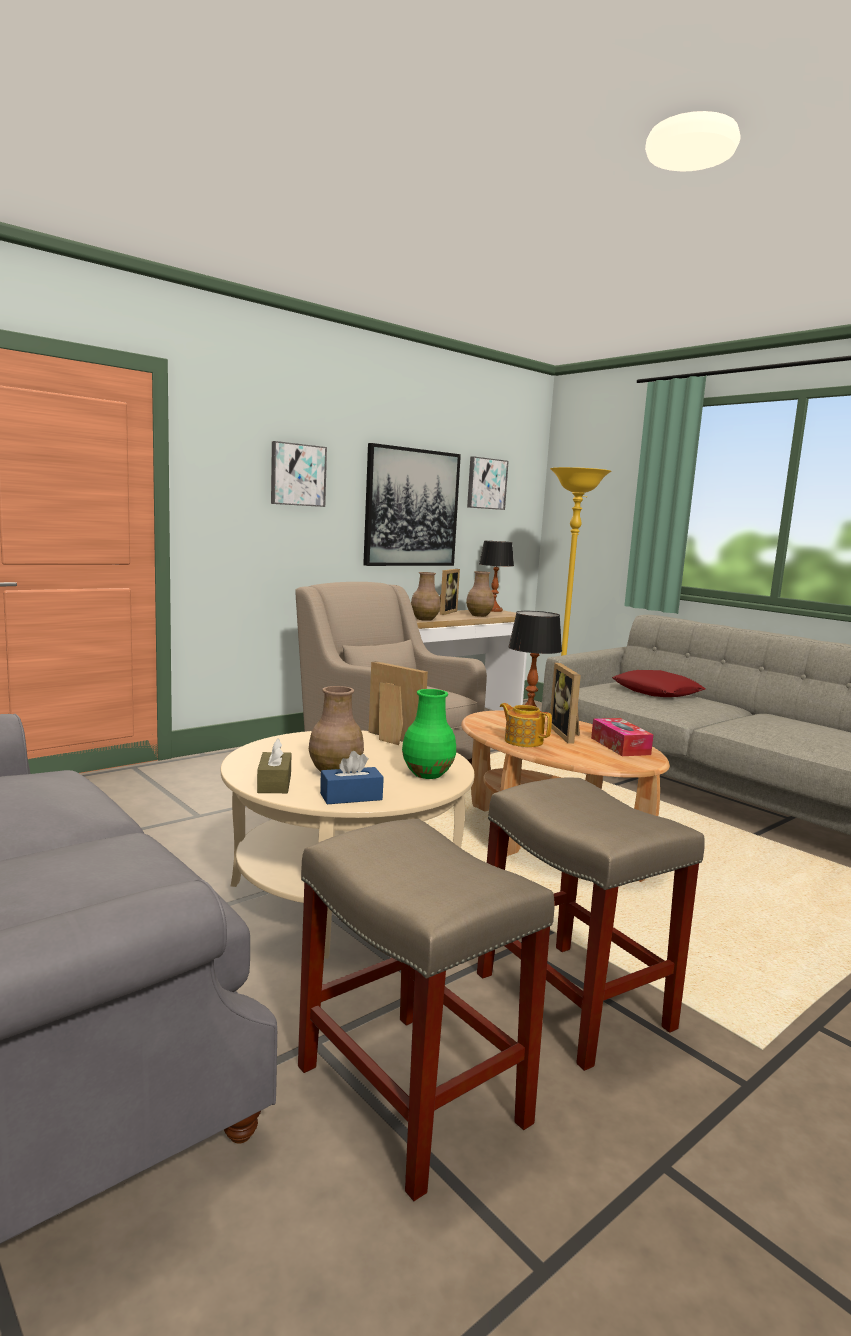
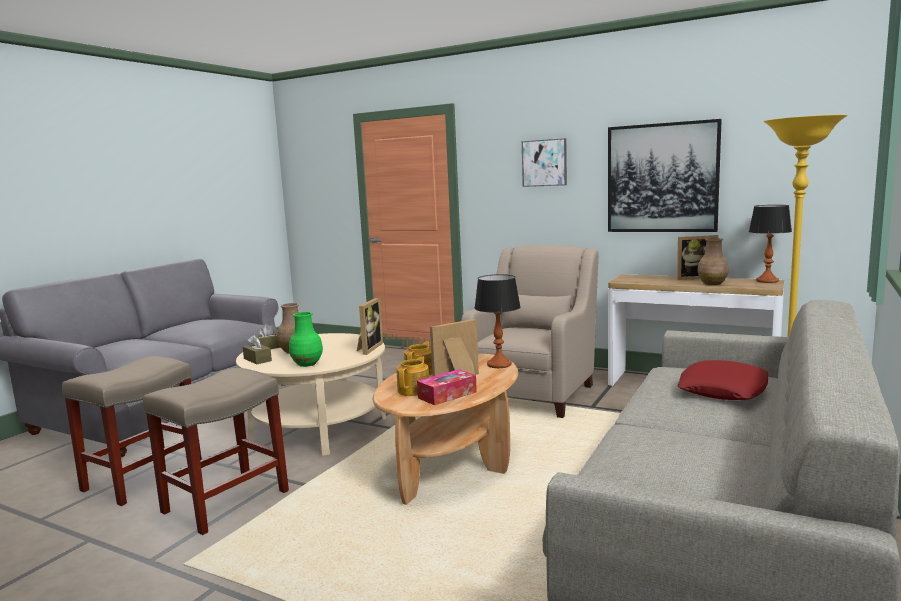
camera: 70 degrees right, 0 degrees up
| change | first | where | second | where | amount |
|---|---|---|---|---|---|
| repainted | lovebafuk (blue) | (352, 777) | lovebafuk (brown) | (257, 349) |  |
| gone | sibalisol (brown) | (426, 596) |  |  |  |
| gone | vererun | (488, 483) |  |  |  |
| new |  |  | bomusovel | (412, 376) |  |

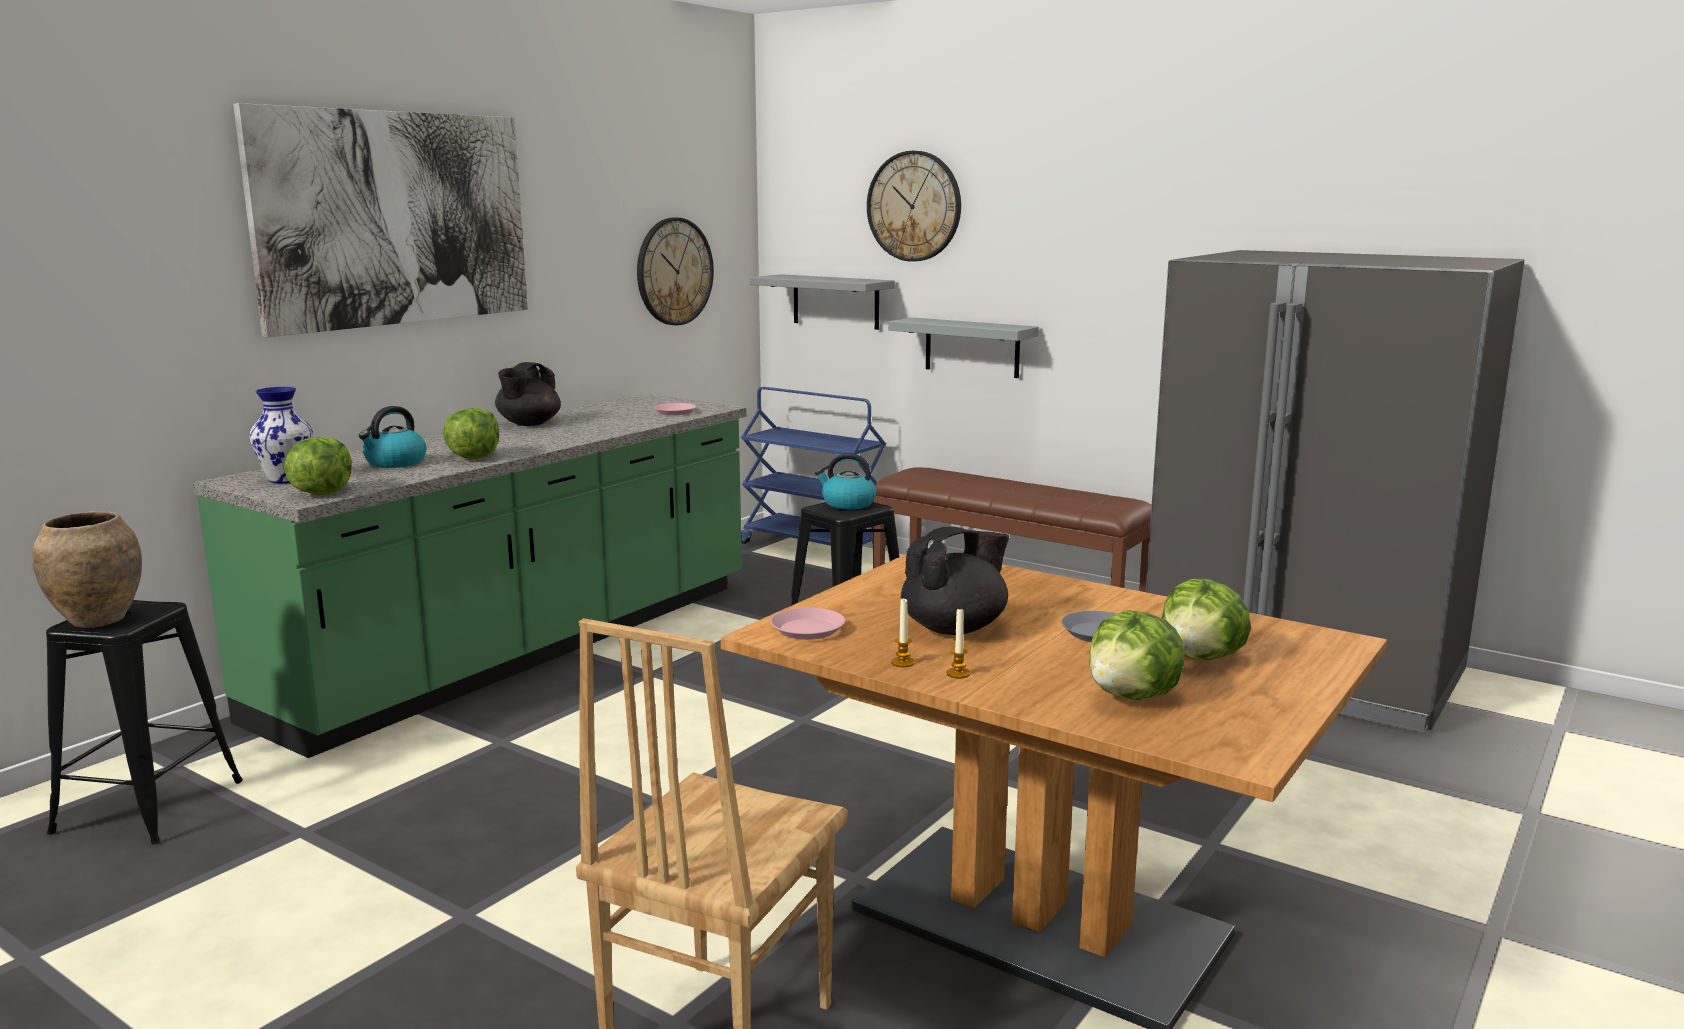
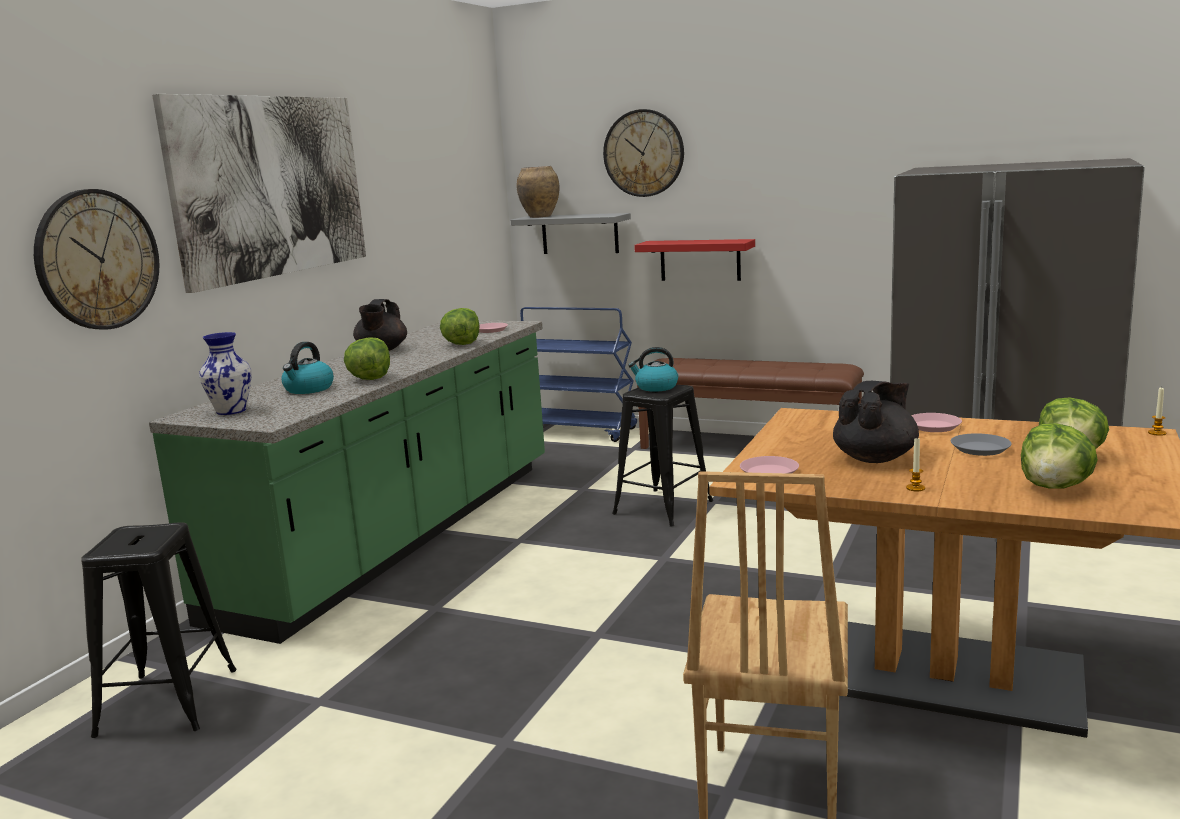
camera: 10 degrees left, 0 degrees up
| change | first | where | second | where | amount |
|---|---|---|---|---|---|
| shifted | sibalisol (brown) | (87, 569) |  | (538, 192) |  |
| shifted | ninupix | (318, 466) |  | (459, 326) |  |
| shifted | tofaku | (675, 271) |  | (96, 259) |  |
| repainted | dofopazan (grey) | (963, 347) | dofopazan (red) | (694, 260) |  |
| shifted | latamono | (903, 633) |  | (1157, 411) |  |
| new |  |  | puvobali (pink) | (937, 422) |  |

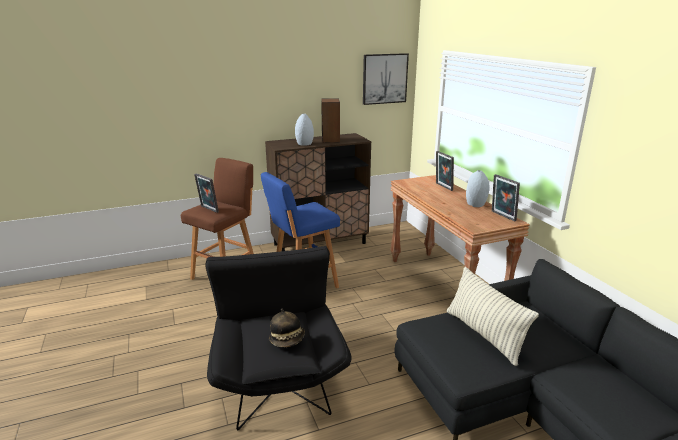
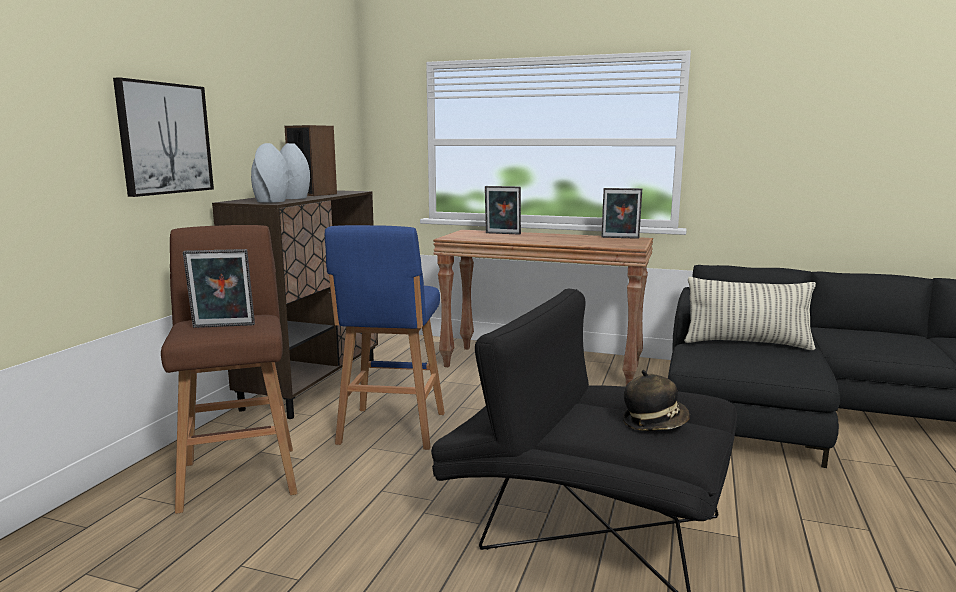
camera: 50 degrees left, 10 degrees down
| change | first | where | second | where | amount |
|---|---|---|---|---|---|
| shifted | vererun | (386, 79) |  | (163, 137) |  |
| shifted | sibalisol (grey) | (478, 188) |  | (270, 173) |  |

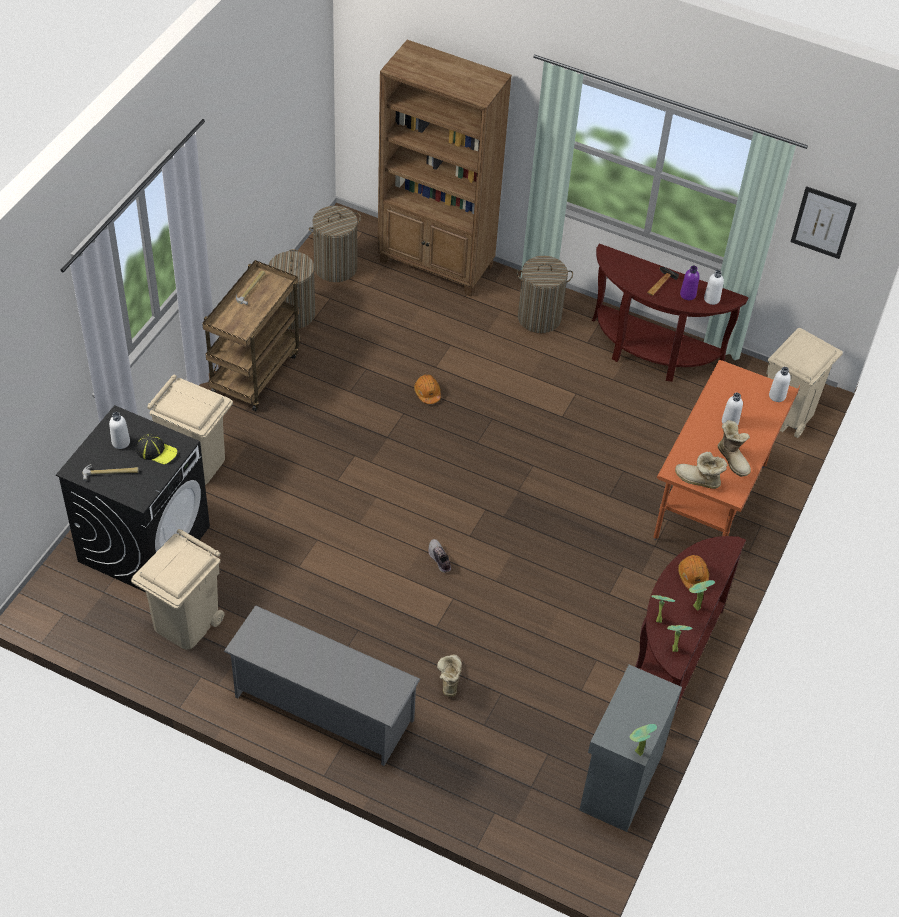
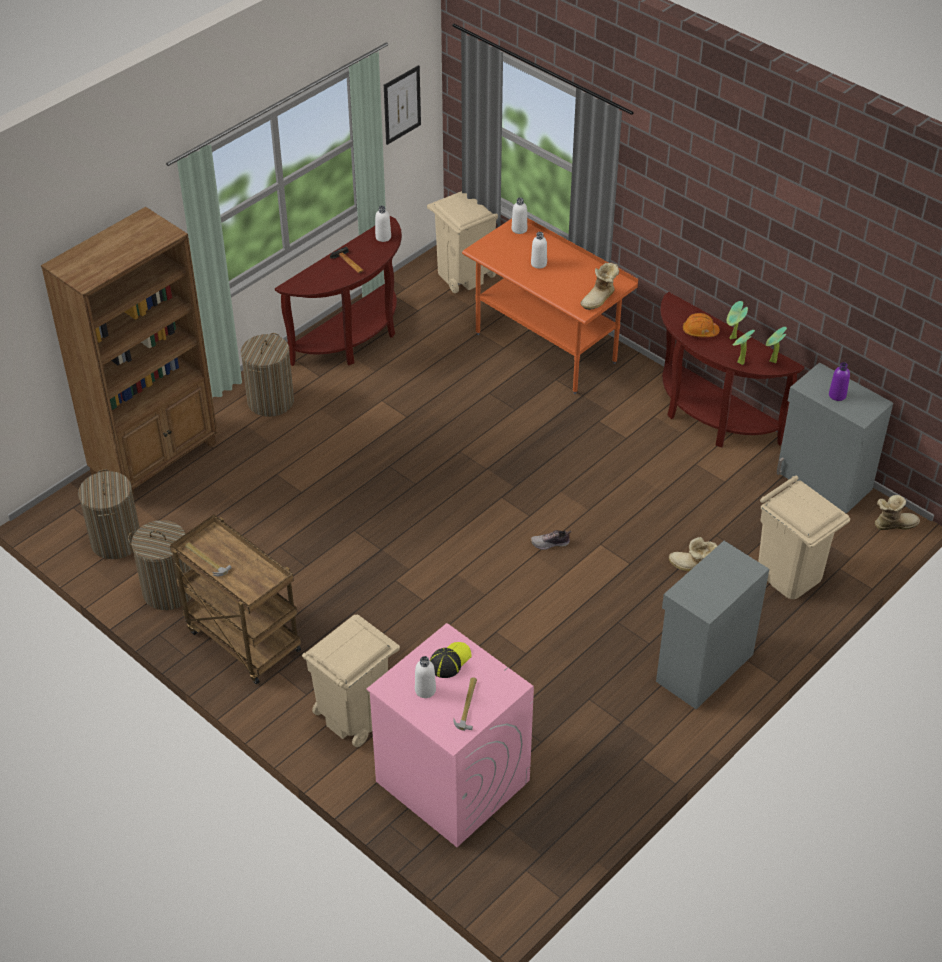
camera: 70 degrees left, 5 degrees down
| change | first | where | second | where | amount |
|---|---|---|---|---|---|
| repainted | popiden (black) | (133, 498) | popiden (pink) | (450, 735) |  |
| shifted | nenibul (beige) | (178, 589) |  | (804, 537) |  |
| swapped | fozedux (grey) | (322, 685) | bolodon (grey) | (712, 625) |  |
| gone | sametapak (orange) | (427, 389) |  |  |  |
| gone | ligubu | (643, 740) |  |  |  |
| shifted | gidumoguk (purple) | (690, 282) |  | (839, 381) |  |
| shifted | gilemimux | (734, 448) |  | (897, 512) |  |

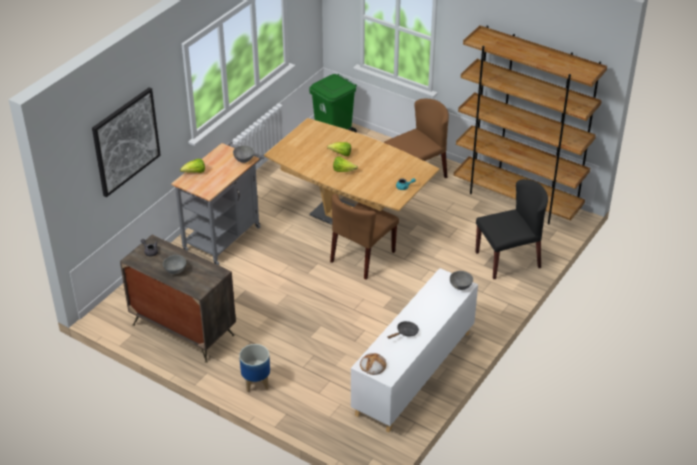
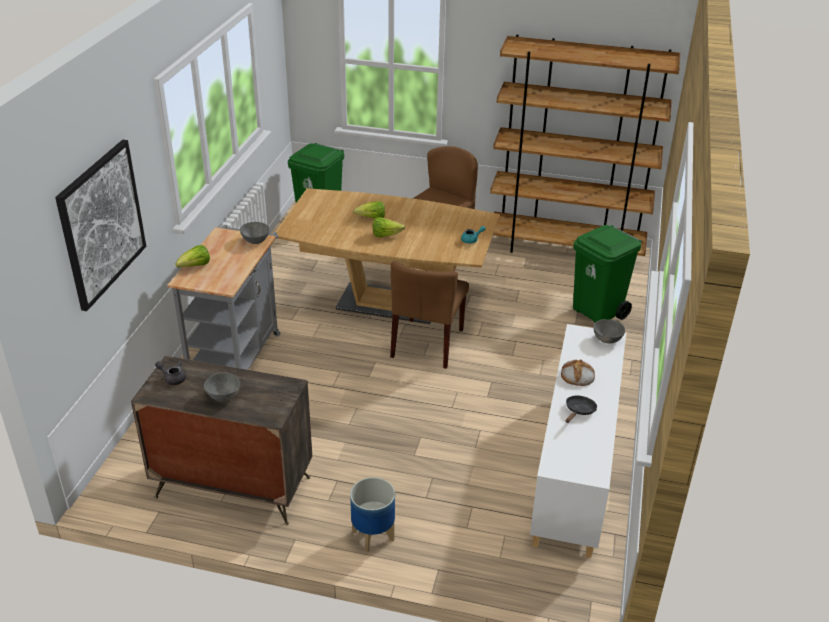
camera: 20 degrees left, 5 degrees down
| change | first | where | second | where | amount |
|---|---|---|---|---|---|
| shifted | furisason | (373, 364) |  | (578, 373) |  |
| swapped | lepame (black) | (511, 229) | nenibul (green) | (607, 274) |  |

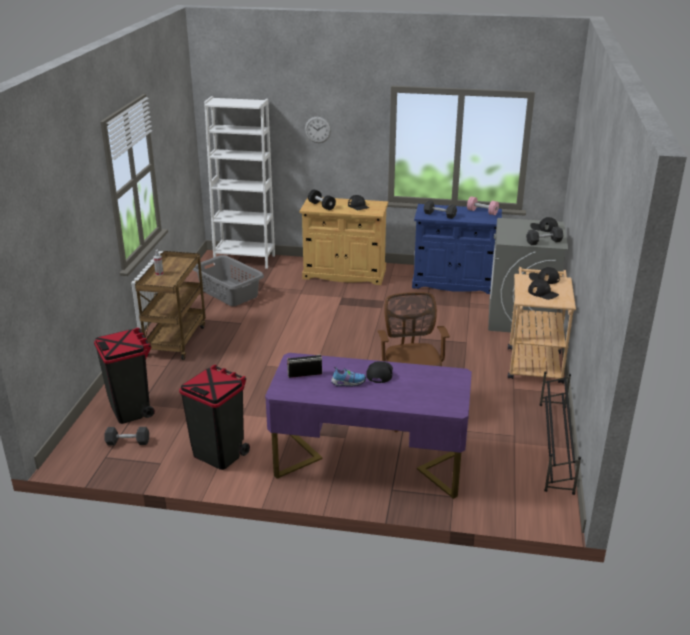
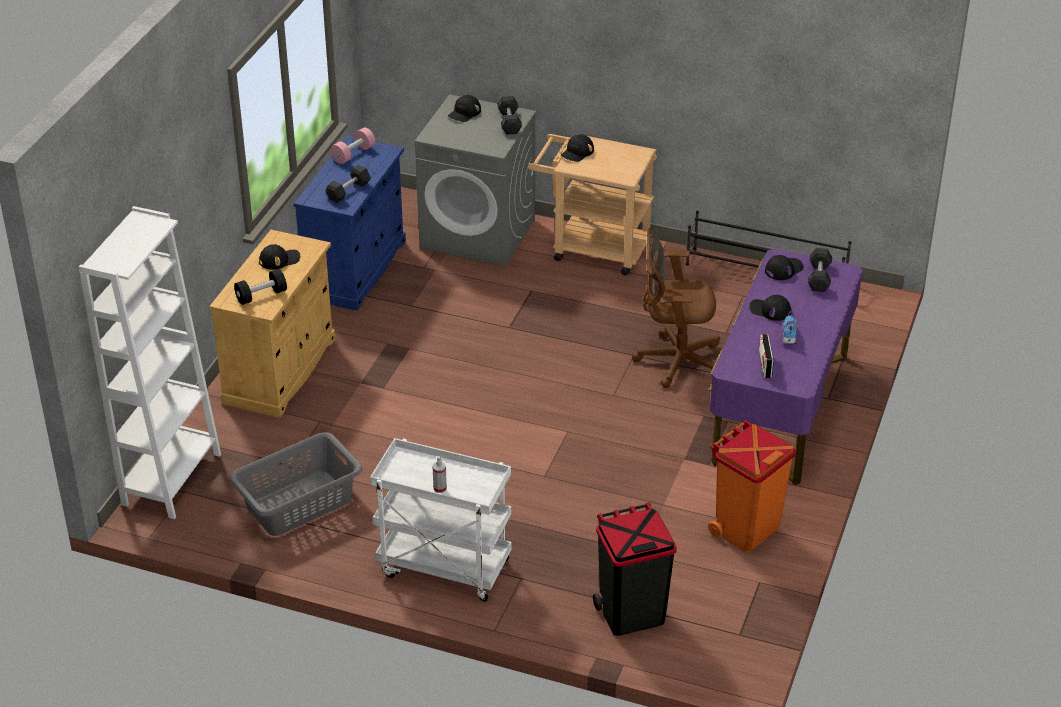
camera: 80 degrees left, 10 degrees up
| change | first | where | second | where | amount |
|---|---|---|---|---|---|
| shifted | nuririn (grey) | (126, 436) |  | (820, 270) |  |
| repainted | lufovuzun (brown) | (170, 305) | lufovuzun (white) | (441, 520) |  |
| repainted | nenibul (black) | (214, 417) | nenibul (orange) | (752, 486) |  |
| gone | tofaku | (318, 130) |  |  |  |
| shifted | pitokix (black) | (543, 289) |  | (784, 267) |  |

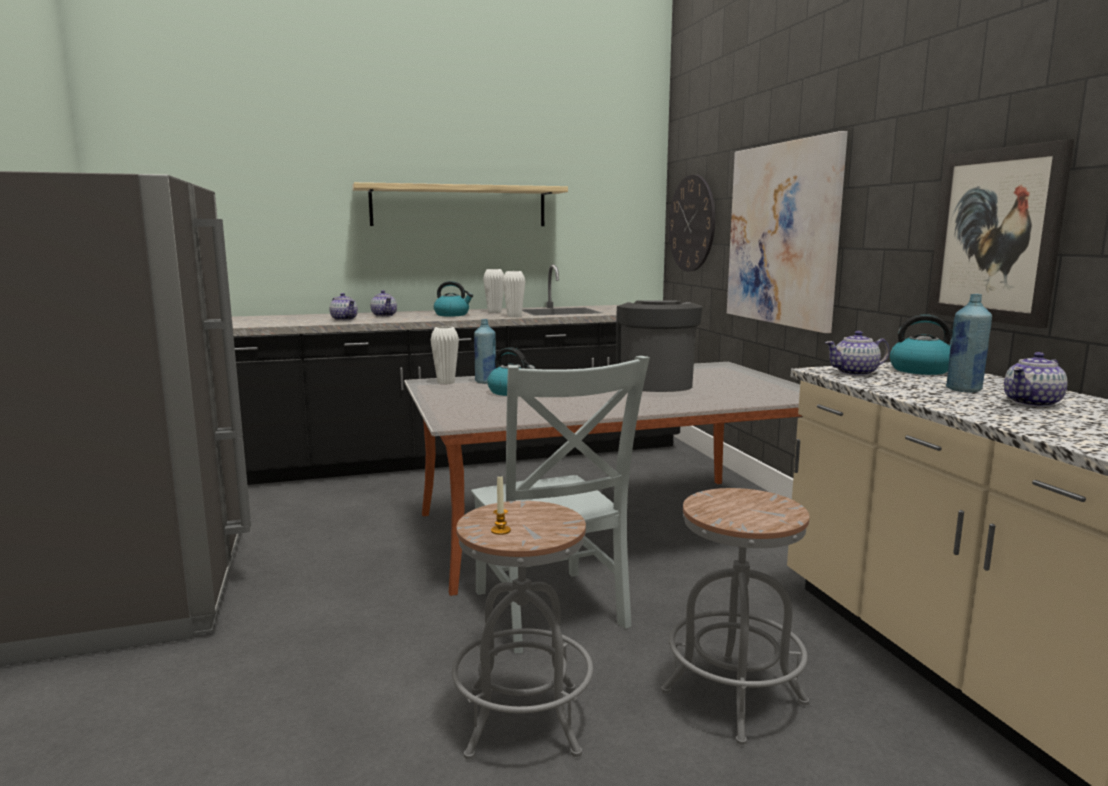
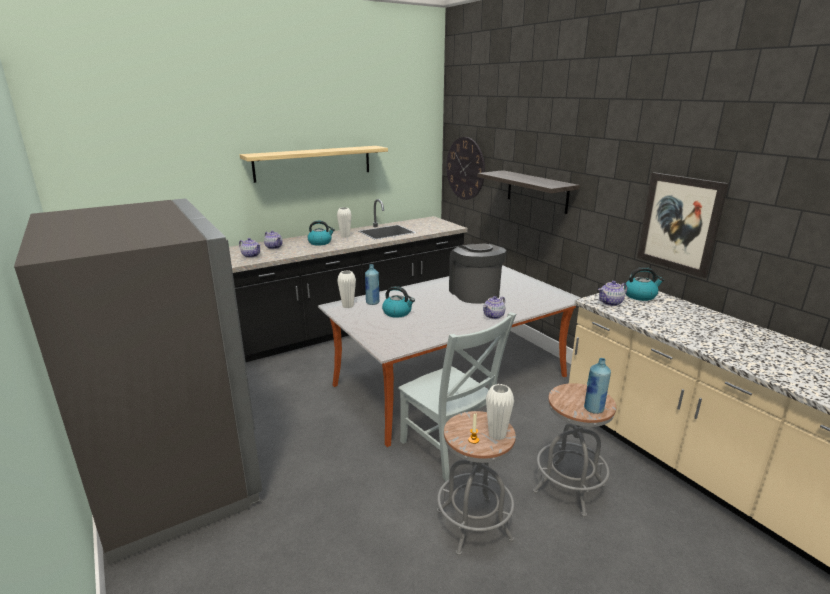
camera: 15 degrees left, 10 degrees up
| change | first | where | second | where | amount |
|---|---|---|---|---|---|
| shifted | sibalisol (white) | (514, 294) |  | (500, 412) |  |
| swapped | vererun | (787, 232) | dofopazan | (528, 192) |  |
| shifted | gidumoguk (blue) | (969, 343) |  | (597, 386) |  |
| shifted | bomusovel | (1036, 379) |  | (494, 307) |  |

